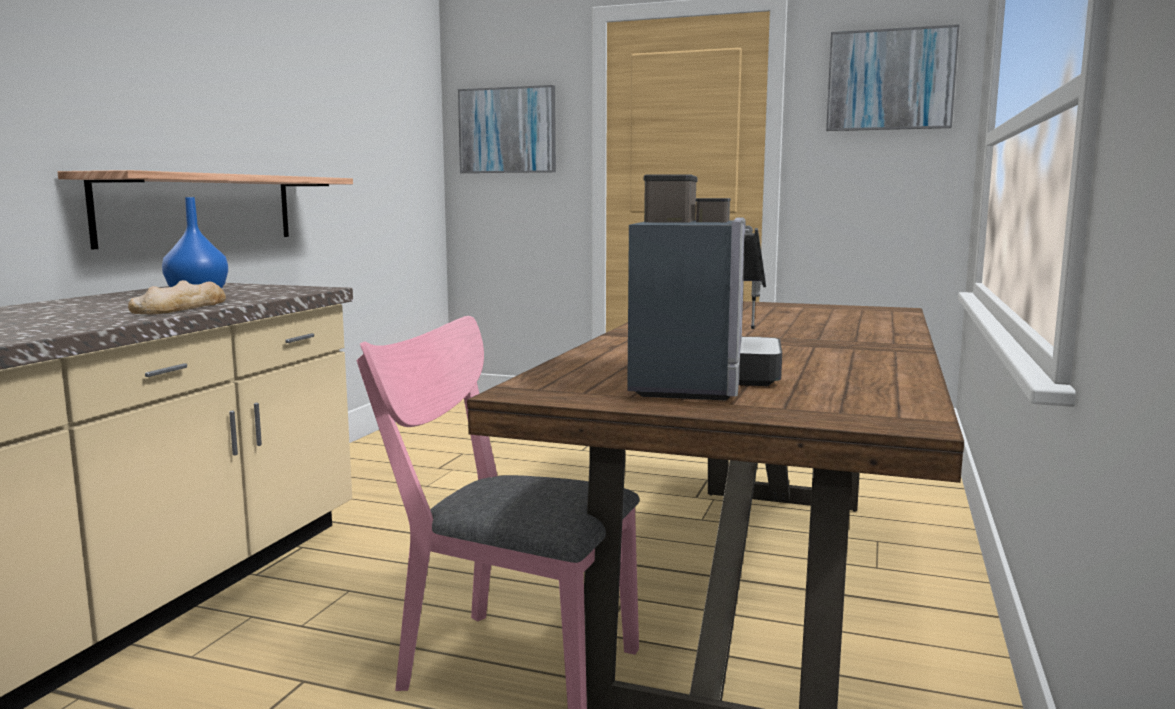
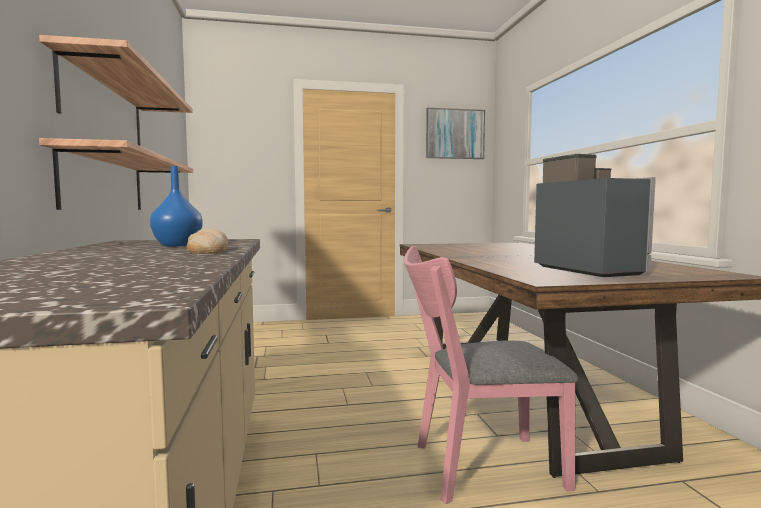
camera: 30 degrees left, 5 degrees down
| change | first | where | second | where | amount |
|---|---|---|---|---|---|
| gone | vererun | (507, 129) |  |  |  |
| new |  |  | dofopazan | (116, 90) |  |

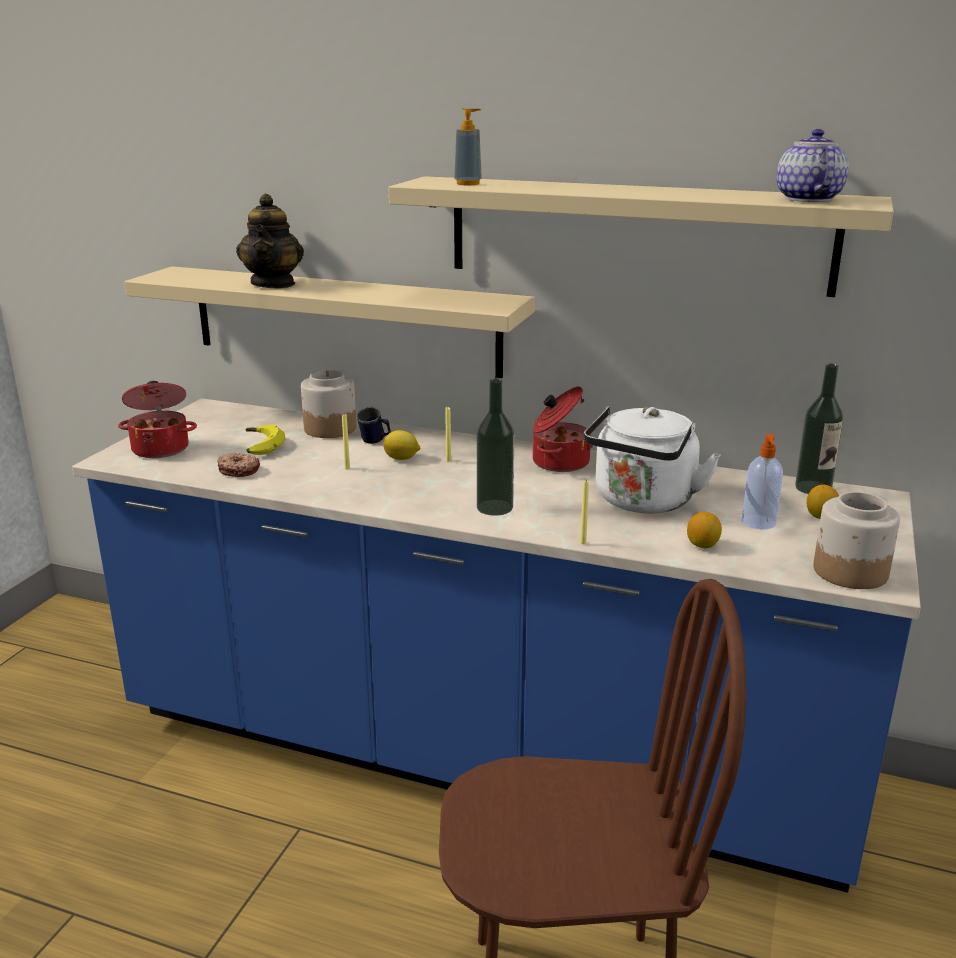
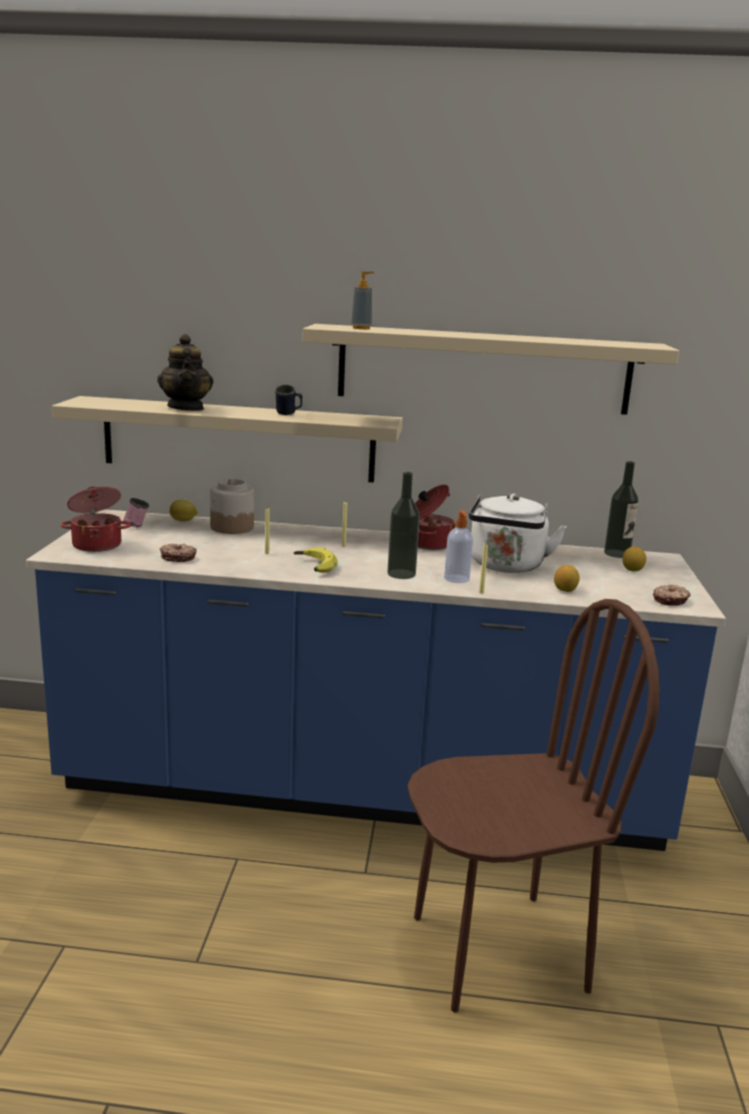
camera: 15 degrees left, 5 degrees down
| change | first | where | second | where | amount |
|---|---|---|---|---|---|
| shifted | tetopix | (265, 440) |  | (316, 560) |  |
| shifted | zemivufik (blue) | (373, 425) |  | (288, 399) |  |
| shifted | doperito | (402, 445) |  | (184, 510) |  |
| shifted | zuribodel | (762, 481) |  | (458, 546) |  |
| gone | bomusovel | (813, 165) |  |  |  |
| swapped | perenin | (856, 540) | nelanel | (671, 595) |  |
| new |  |  | zemivufik (pink) | (136, 512) |  |

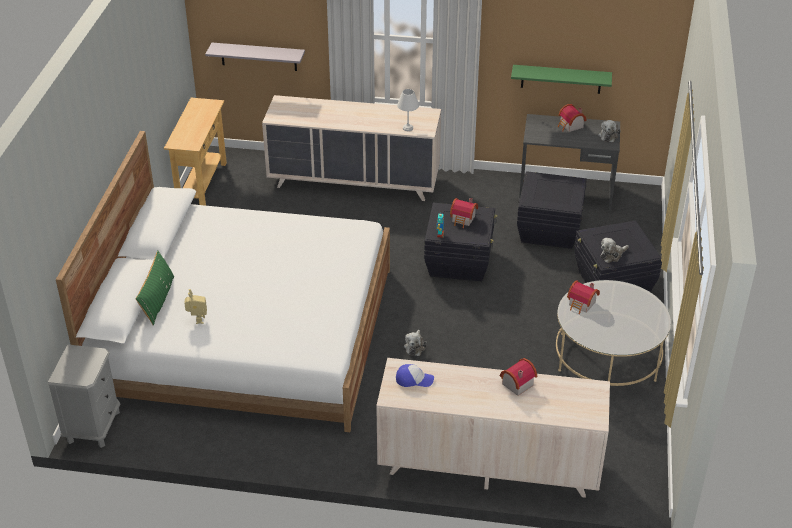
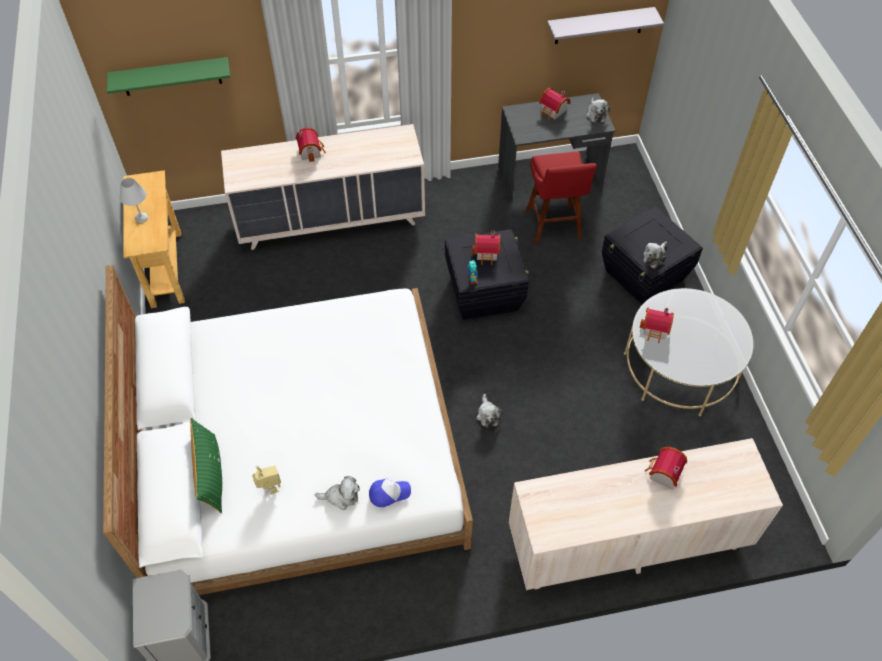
camera: 20 degrees left, 15 degrees up
| change | first | where | second | where | amount |
|---|---|---|---|---|---|
| shifted | dofopazan (grey) | (255, 57) |  | (605, 25) |  |
| shifted | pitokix | (415, 375) |  | (390, 493) |  |
| shifted | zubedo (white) | (408, 110) |  | (134, 200) |  |
| shifted | dofopazan (green) | (561, 79) |  | (168, 76) |  |
| swapped | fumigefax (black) | (552, 210) | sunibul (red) | (561, 197) |  |
| new |  |  | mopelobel | (311, 145) |  |
| new |  |  | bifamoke | (337, 493) |  |

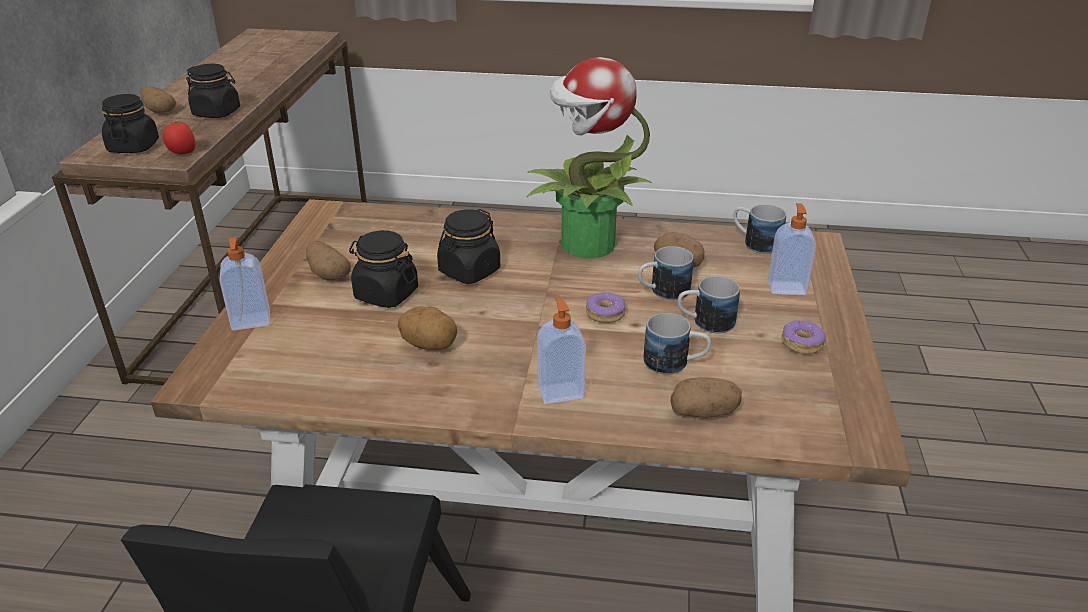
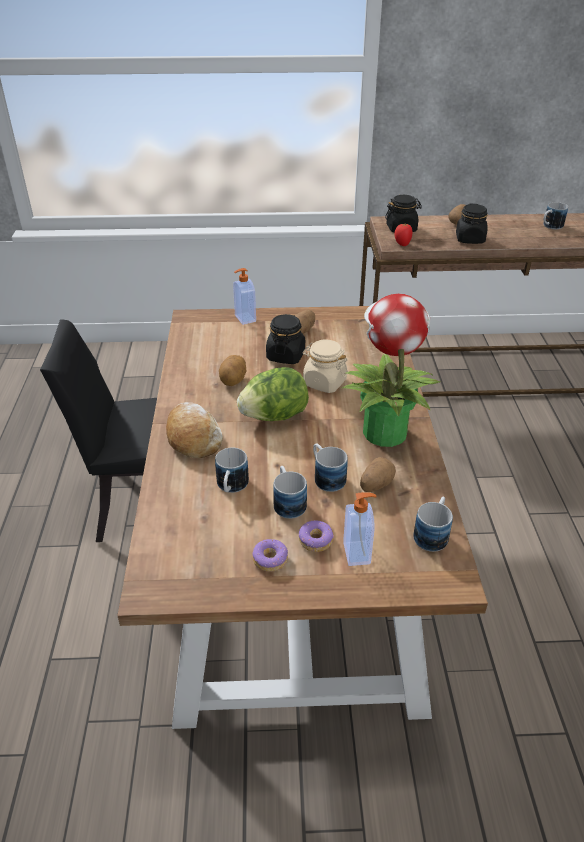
camera: 80 degrees right, 5 degrees up
| change | first | where | second | where | amount |
|---|---|---|---|---|---|
| repainted | perenin (black) | (468, 246) | perenin (beige) | (325, 366) |  |
| swapped | zuribodel | (561, 350) | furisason | (194, 430) |  |
| shifted | nelanel | (606, 307) |  | (316, 536) |  |
| gone | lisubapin | (706, 397) |  |  |  |
| new |  |  | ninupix | (273, 394) |  |
| new |  |  | zemivufik | (555, 215) |  |

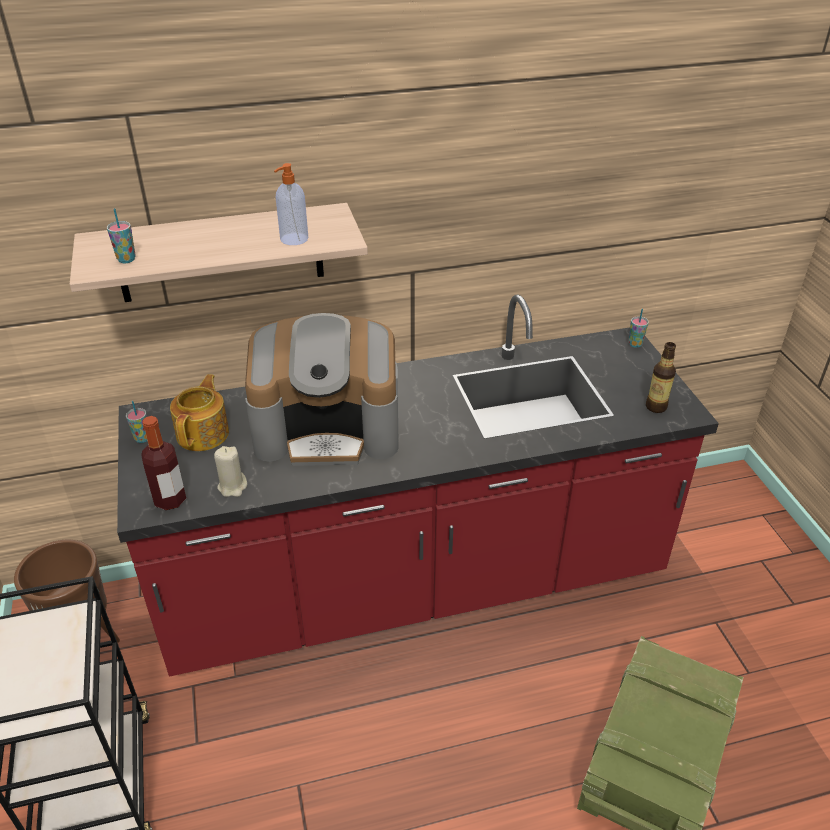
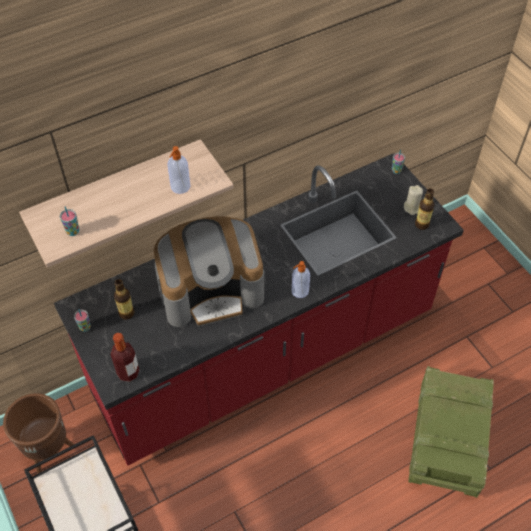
camera: 15 degrees left, 15 degrees up
| change | first | where | second | where | amount |
|---|---|---|---|---|---|
| swapped | bomusovel | (199, 412) | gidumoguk | (124, 299) |  |
| shifted | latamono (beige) | (230, 471) |  | (413, 200) |  |
| new |  |  | zuribodel | (301, 279) |  |

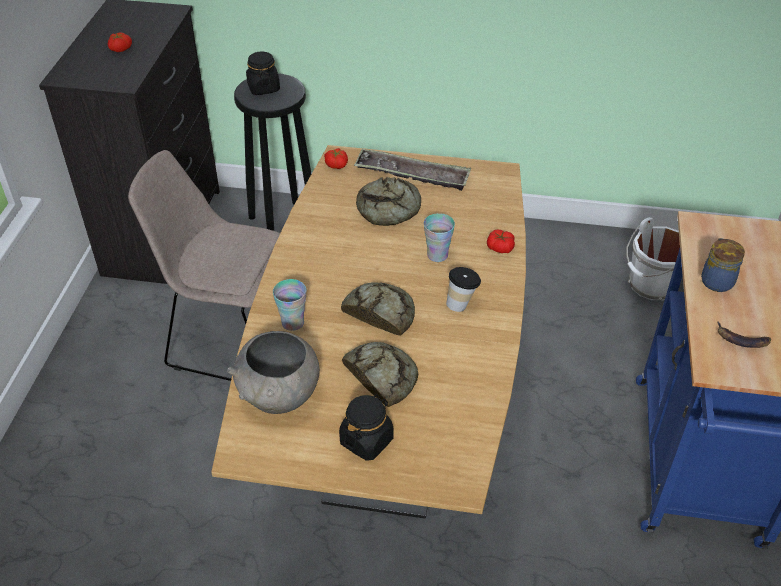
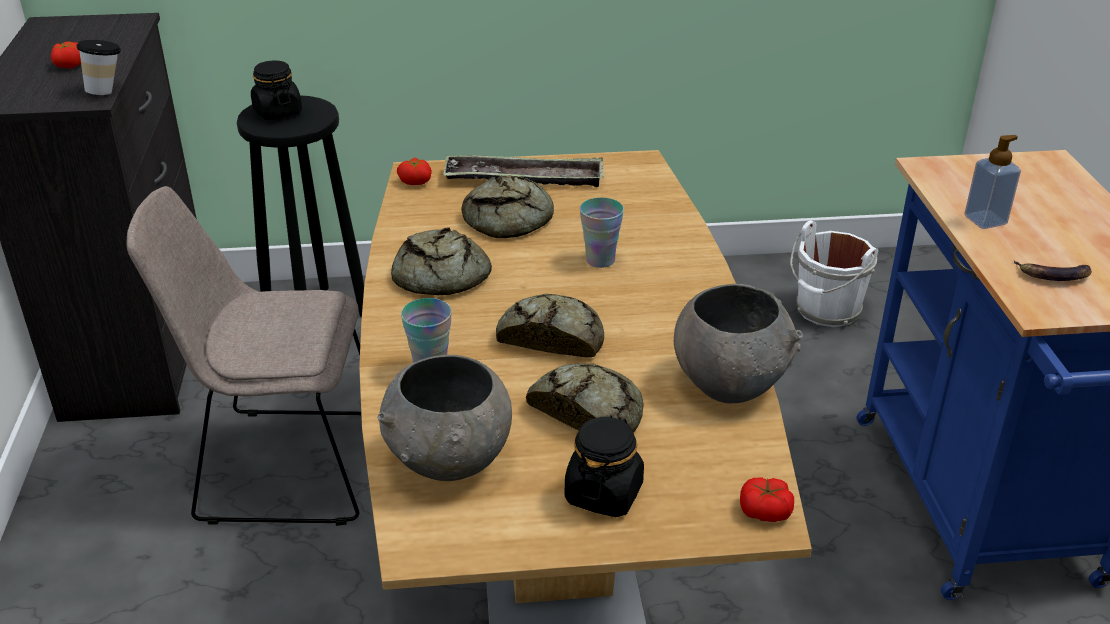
camera: 15 degrees left, 10 degrees down
| change | first | where | second | where | amount |
|---|---|---|---|---|---|
| shifted | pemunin | (463, 289) |  | (98, 67) |  |
| shifted | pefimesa | (501, 241) |  | (767, 500) |  |
| swapped | perenin | (723, 265) | zuribodel | (992, 182) |  |
| new |  |  | furisason | (441, 261) |  |
| new |  |  | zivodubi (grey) | (738, 343) |  |

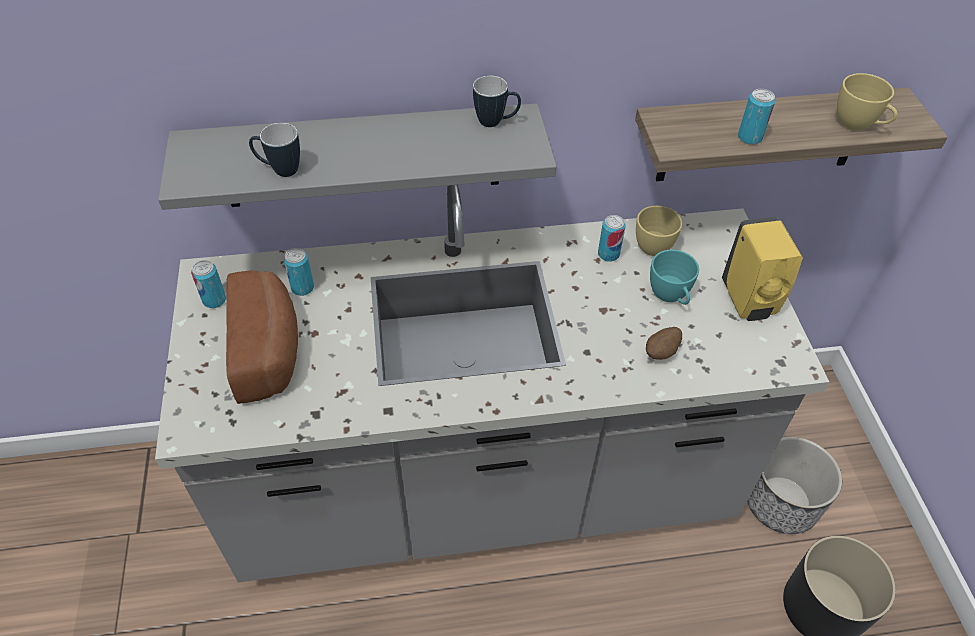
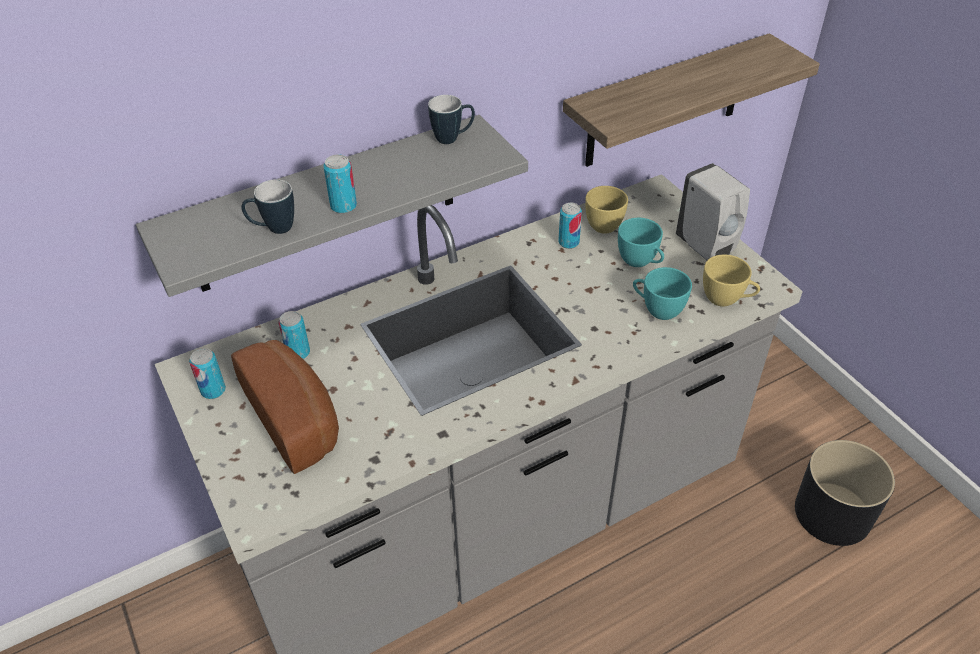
camera: 20 degrees left, 5 degrees down
| change | first | where | second | where | amount |
|---|---|---|---|---|---|
| swapped | lisubapin | (664, 343) | pemunin (turquoise) | (662, 293) |  |
| repainted | zuribodel (yellow) | (762, 269) | zuribodel (white) | (713, 211) |  |
| shifted | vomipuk | (756, 117) |  | (340, 184) |  |
| gone | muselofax | (794, 485) |  |  |  |
| shifted | pemunin (yellow) | (867, 101) |  | (731, 281) |  |

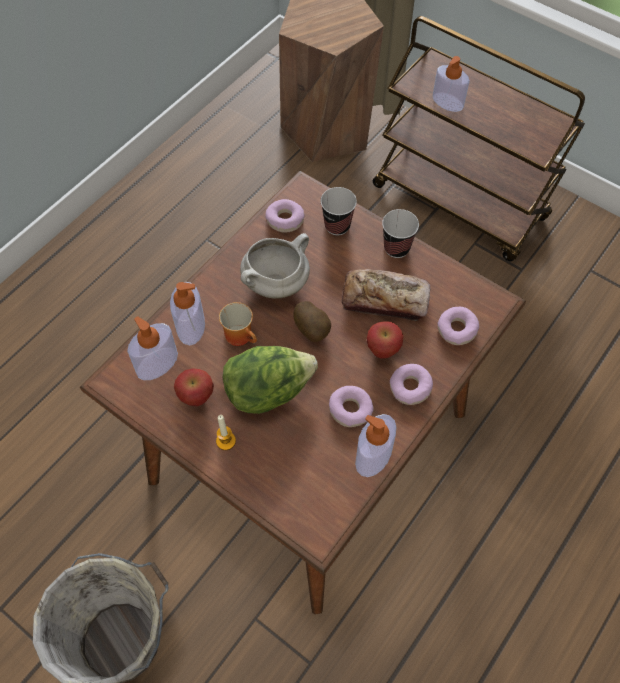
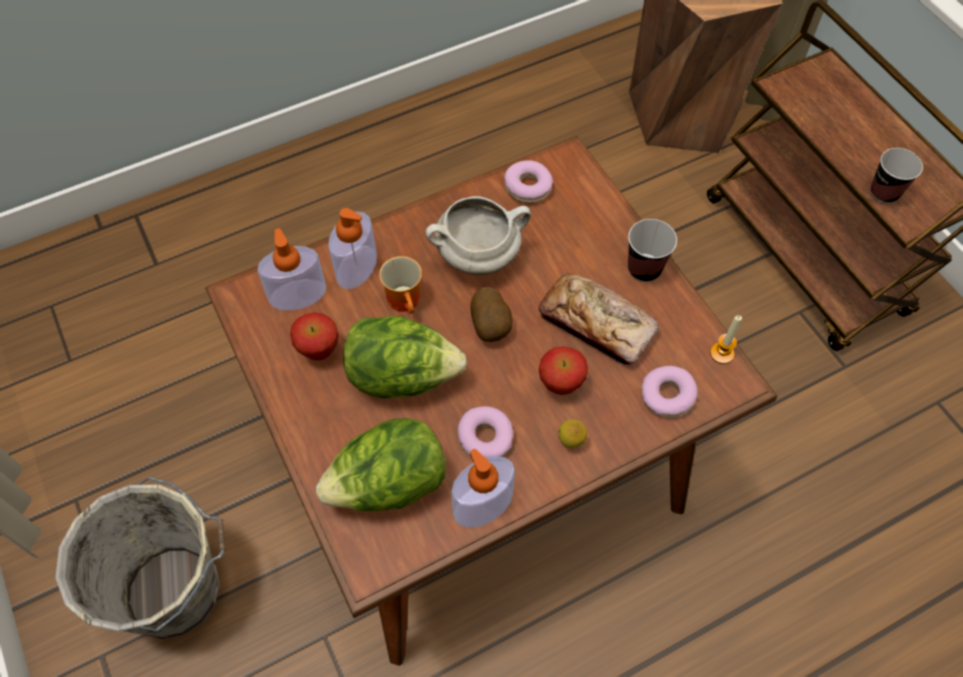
camera: 25 degrees right, 0 degrees up
| change | first | where | second | where | amount |
|---|---|---|---|---|---|
| shifted | latamono | (226, 432) |  | (726, 339) |  |
| shifted | pemunin | (339, 211) |  | (897, 176) |  |
| swapped | nelanel | (411, 384) | doperito | (572, 433) |  |
| gone | zuribodel | (451, 84) |  |  |  |
| new |  |  | ninupix | (381, 464) |  |

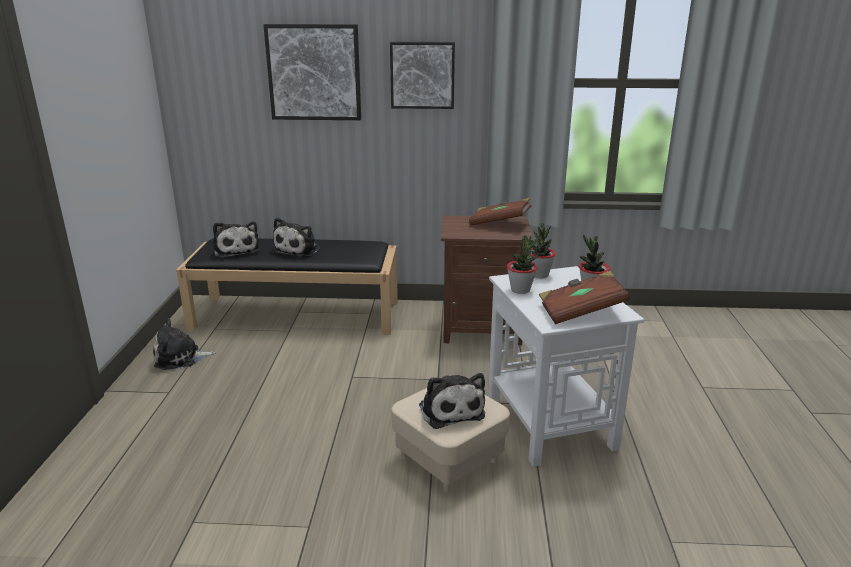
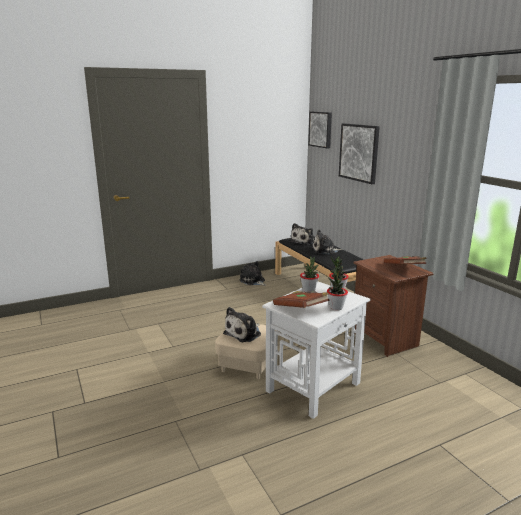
camera: 60 degrees right, 5 degrees down
| change | first | where | second | where | amount |
|---|---|---|---|---|---|
| shifted | vererun | (422, 75) |  | (320, 130) |  |

